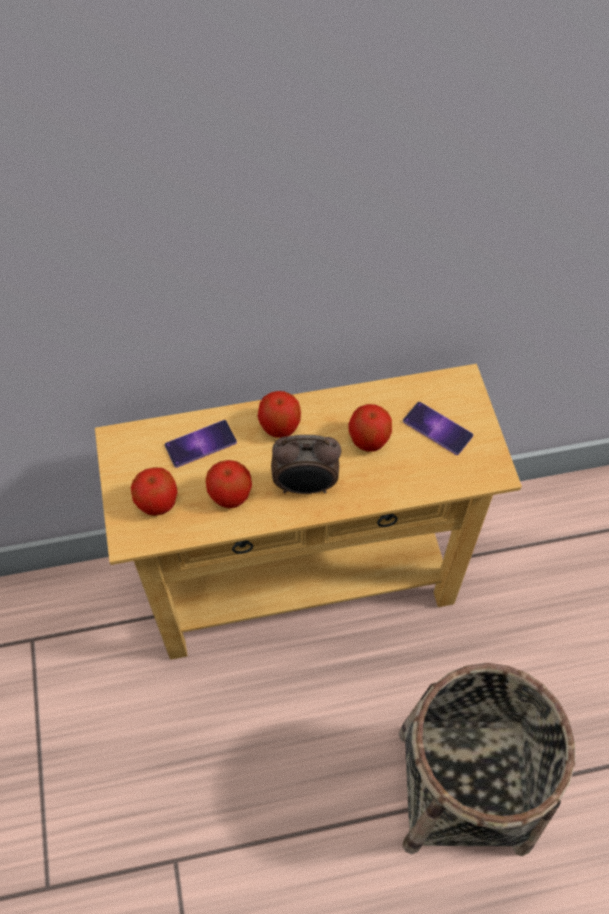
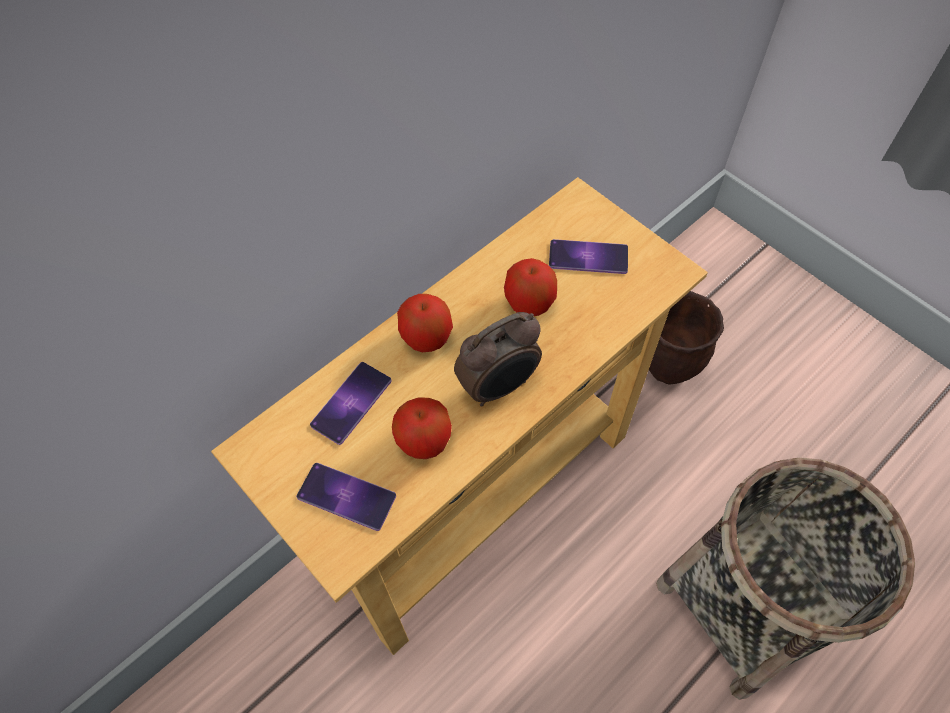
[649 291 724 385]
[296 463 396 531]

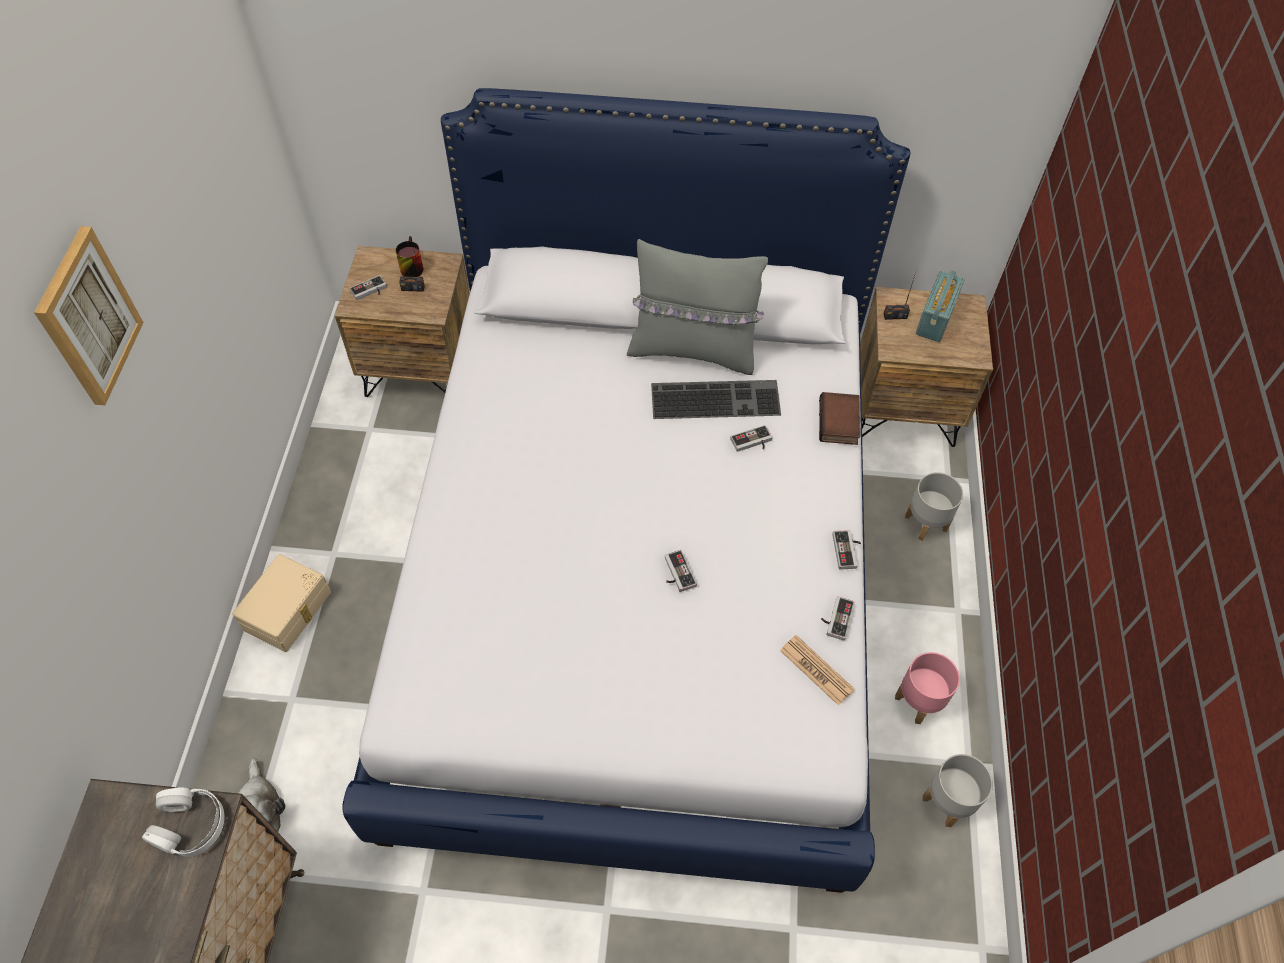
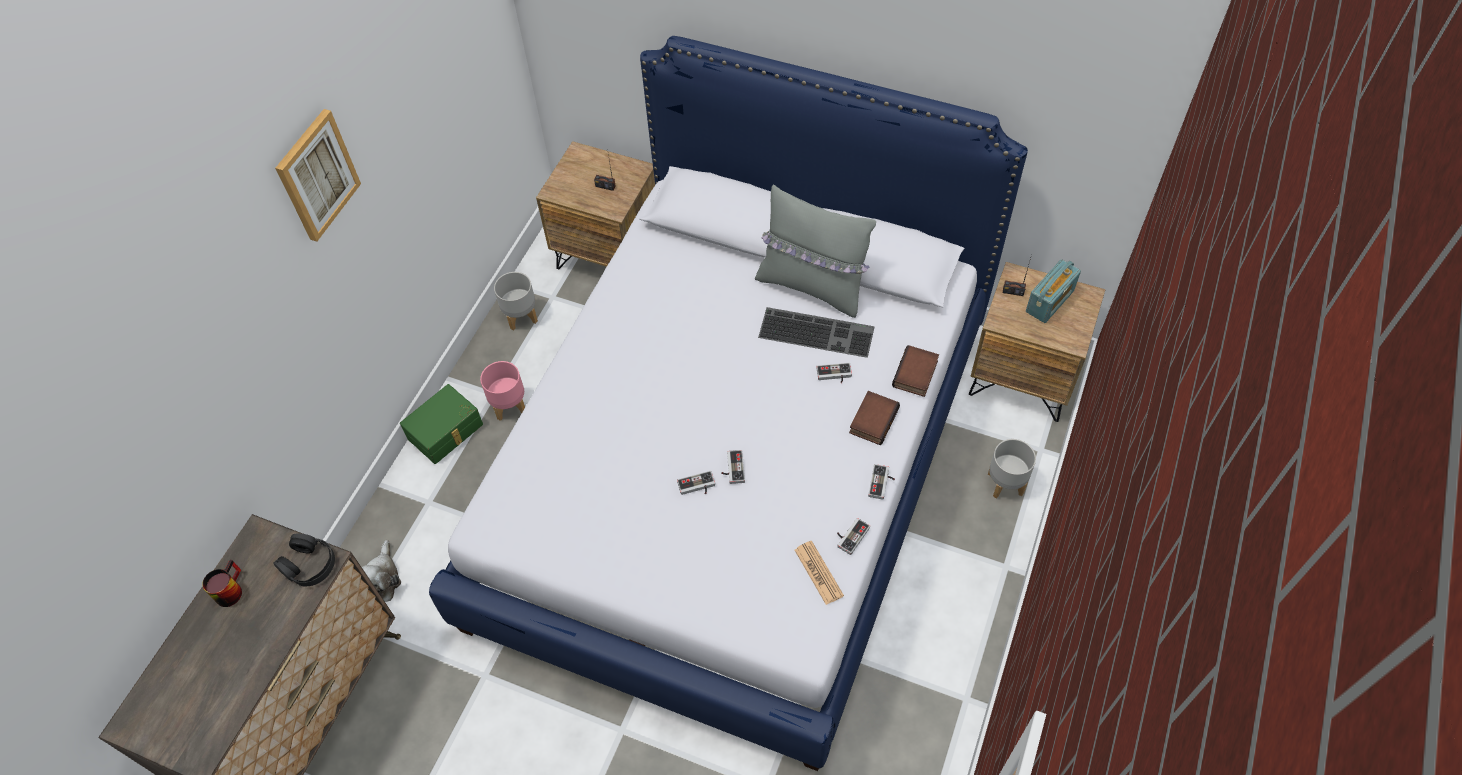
[849 391 900 445]
[677 471 715 495]
[202 560 242 607]
[480 361 525 421]
[494 272 538 330]
[273 534 335 586]
[400 384 483 464]

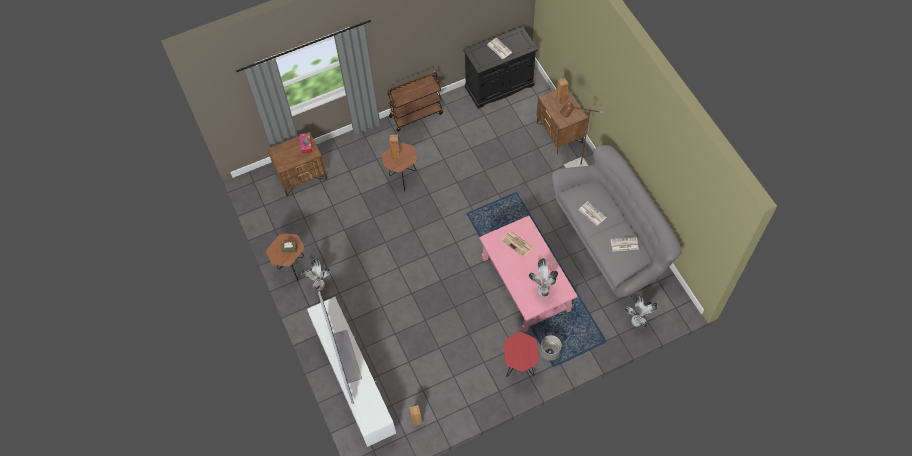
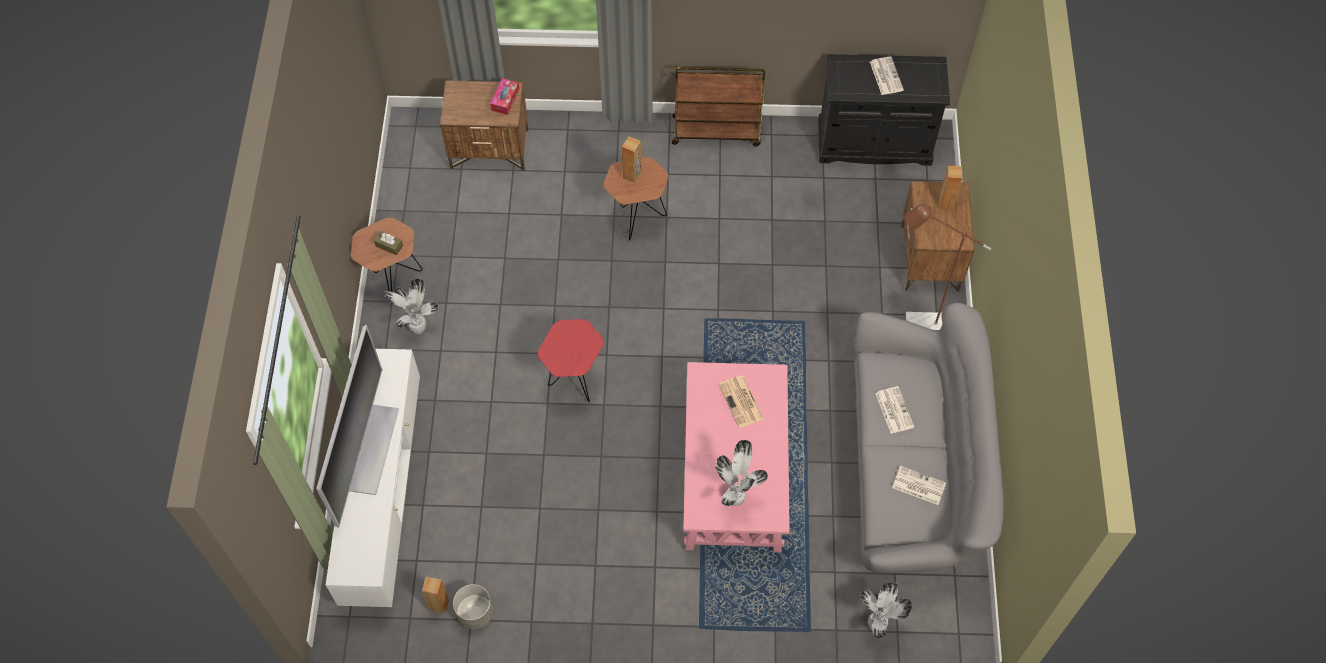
[538 319 603 402]
[453 584 493 629]

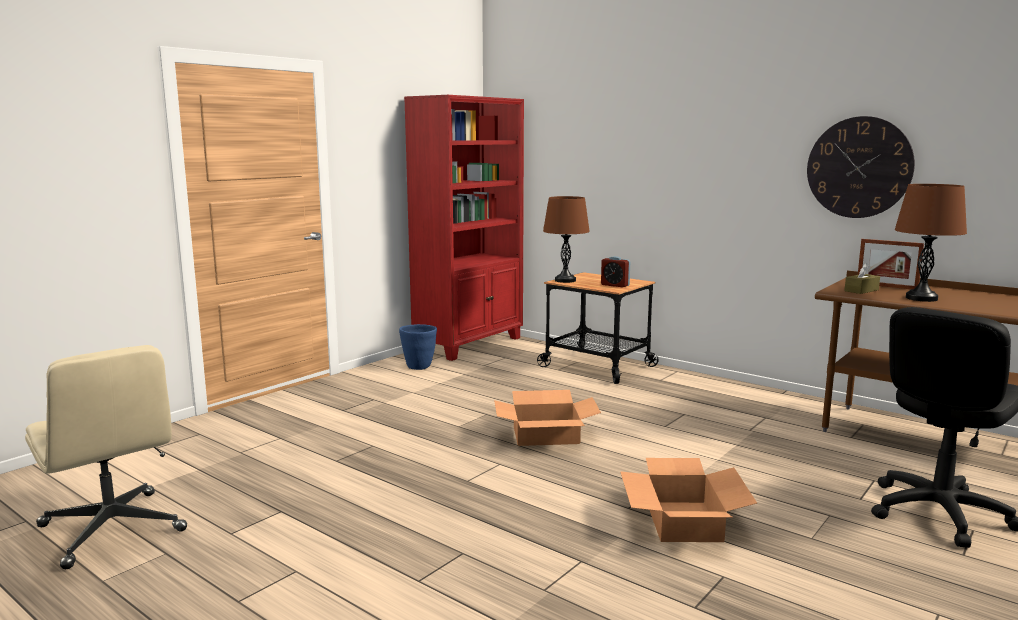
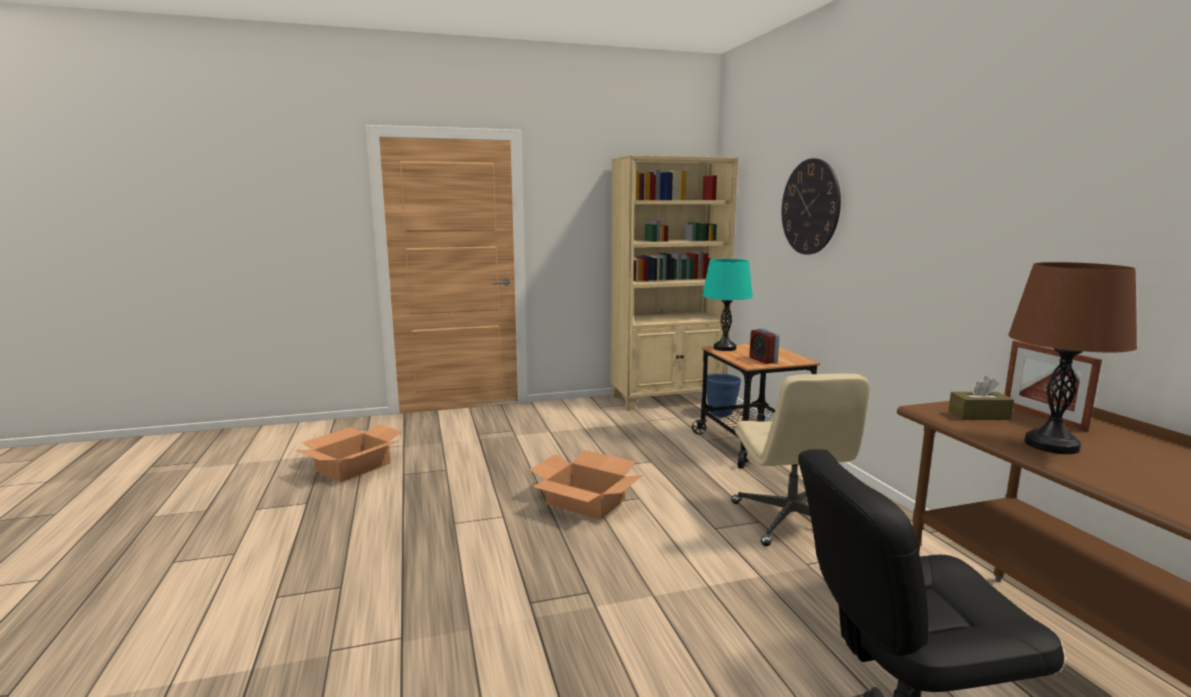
[731 374 870 546]
[706 374 741 417]
[295 424 402 482]
[782 158 841 255]
[610 155 738 411]
[702 259 753 351]

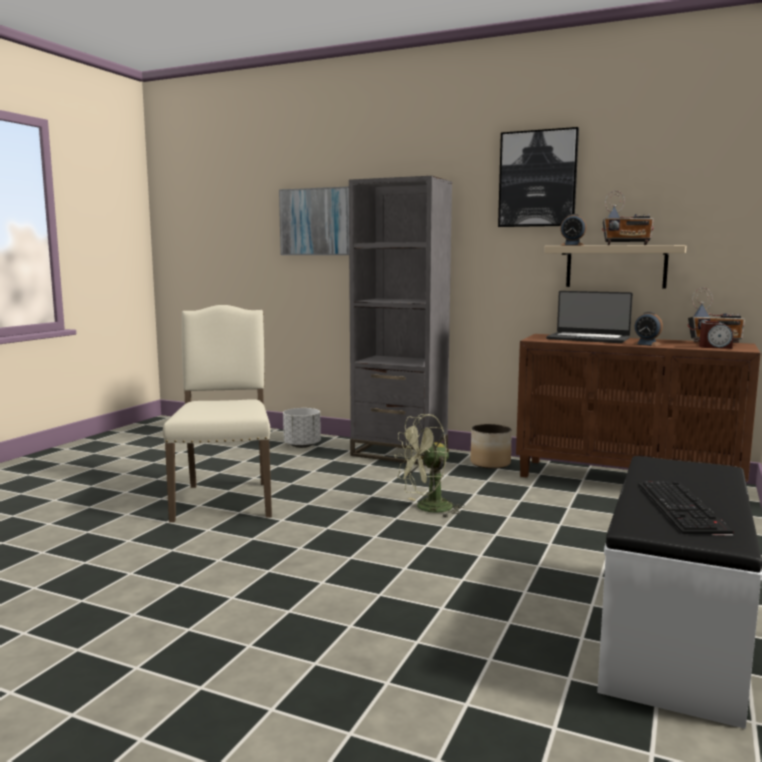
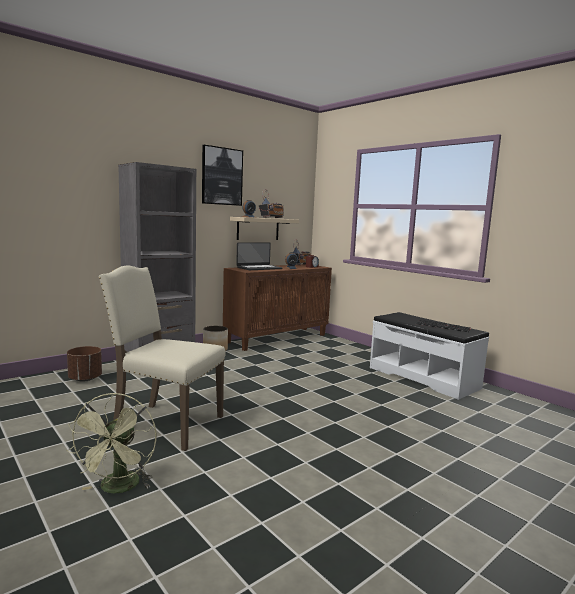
[279 186 349 255] (first image)
[66 393 156 493]
[67 346 102 382]

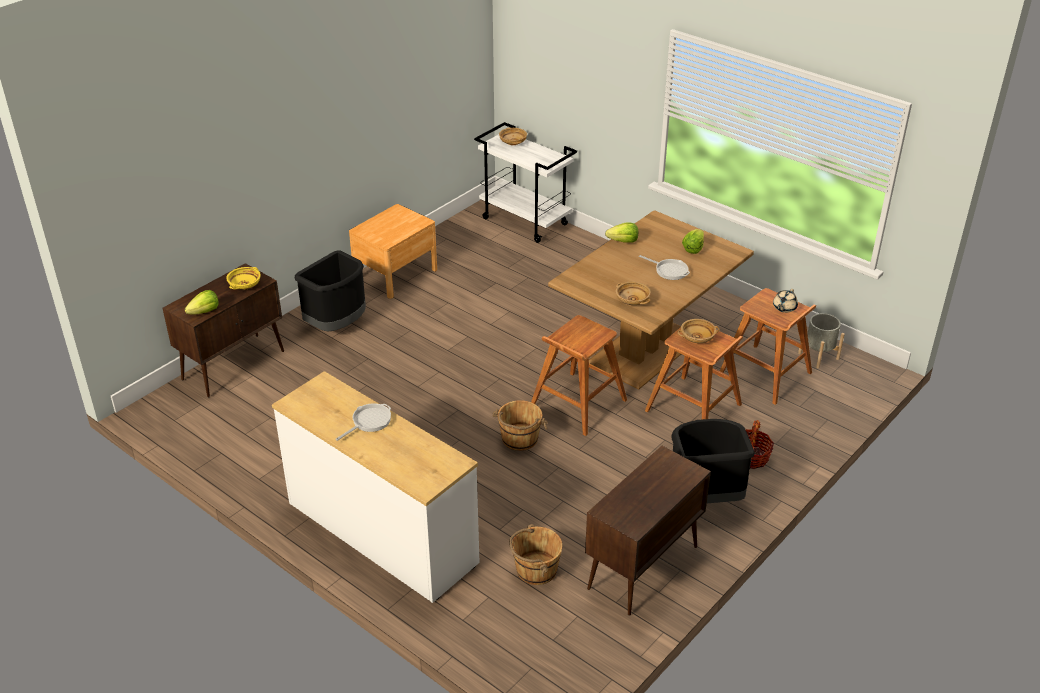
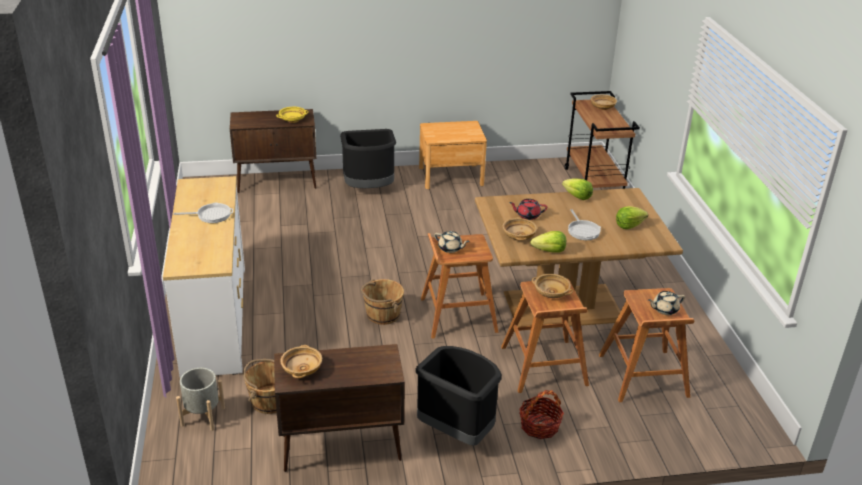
[280 345 322 378]
[434 231 470 253]
[509 199 547 220]
[530 231 566 252]
[176 368 225 431]
[565 91 640 189]

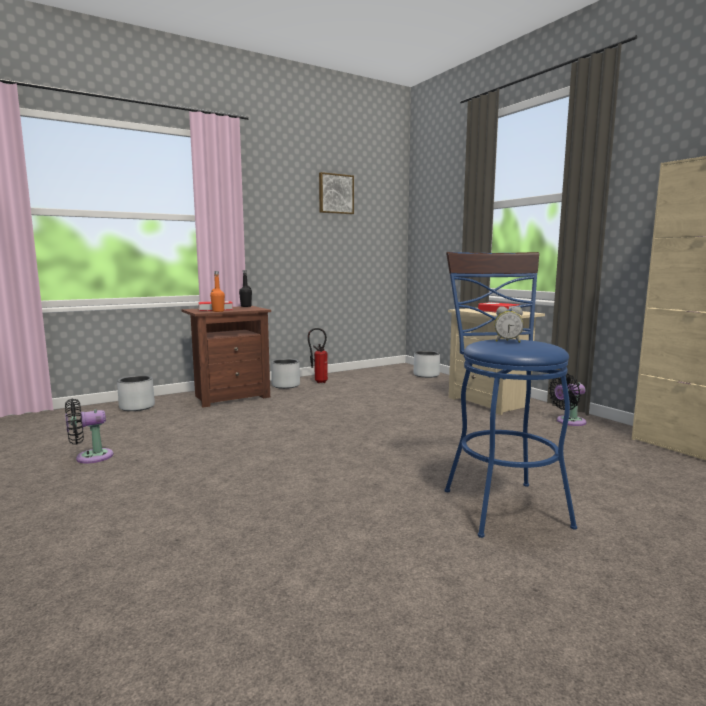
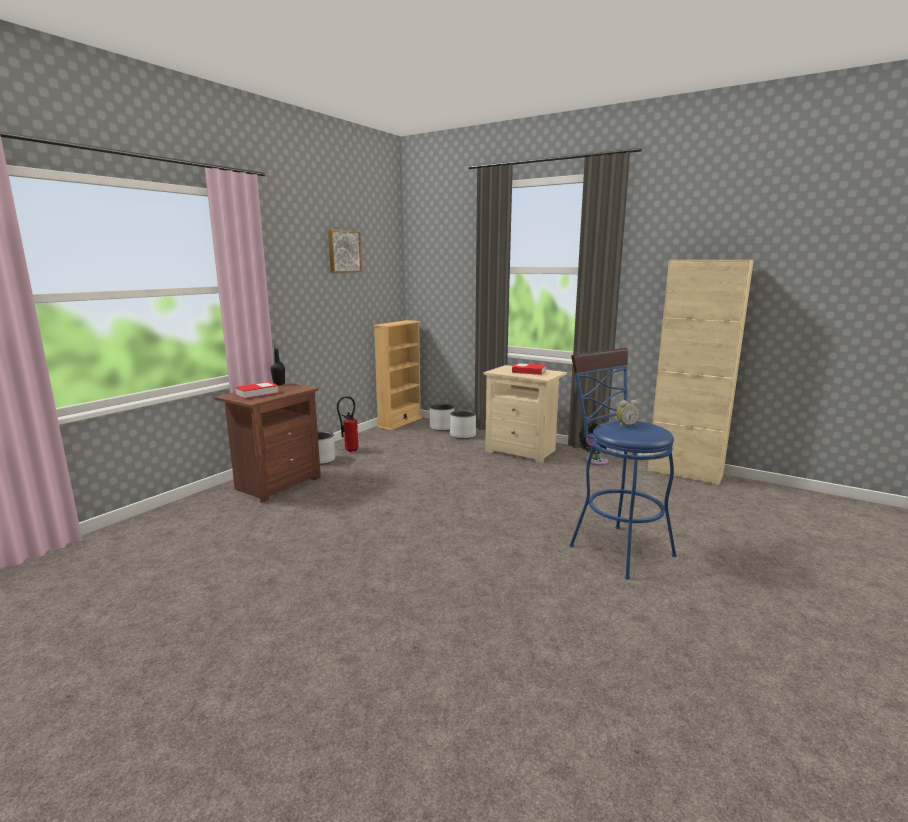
[65 399 113 463] (first image)
[210 271 225 312] (first image)
[373 320 422 430]
[450 410 476 439]

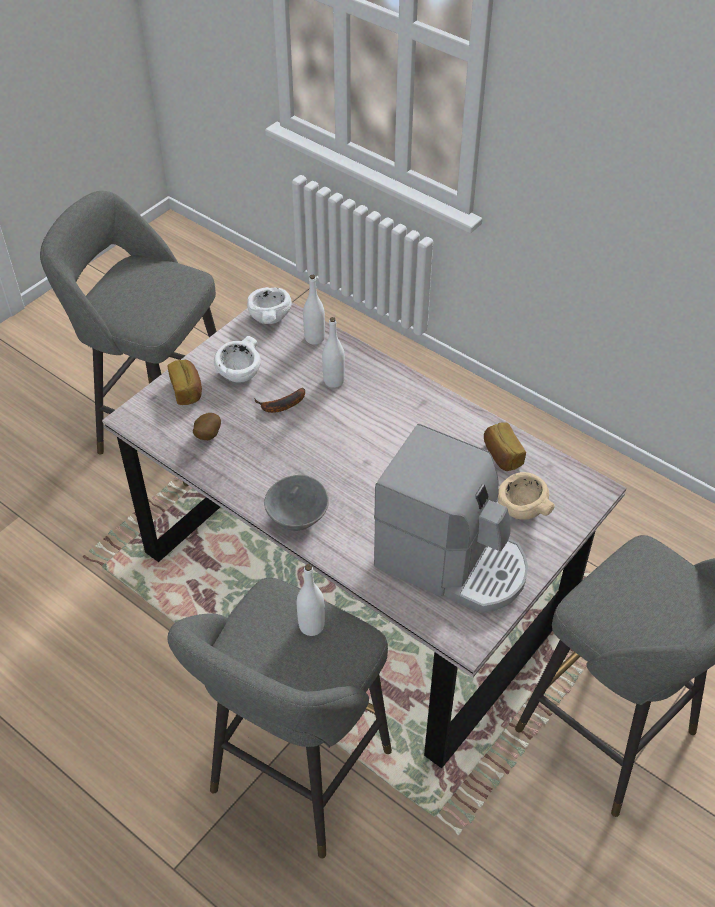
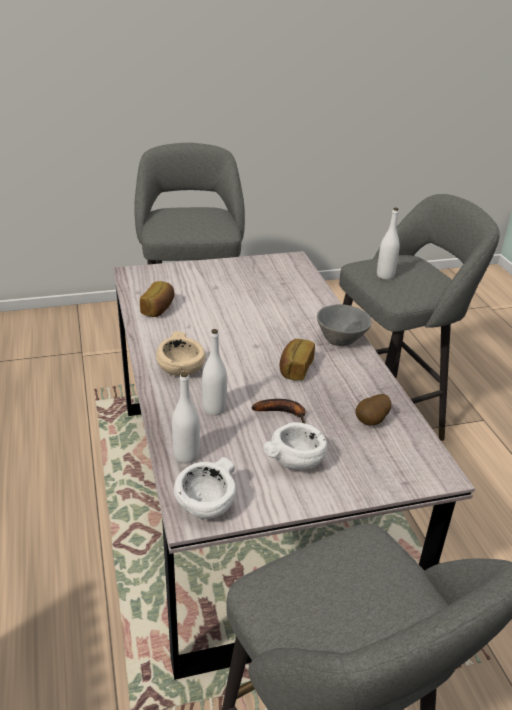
[374 424 528 613] (first image)
[279 339 315 380]
[156 331 205 376]

